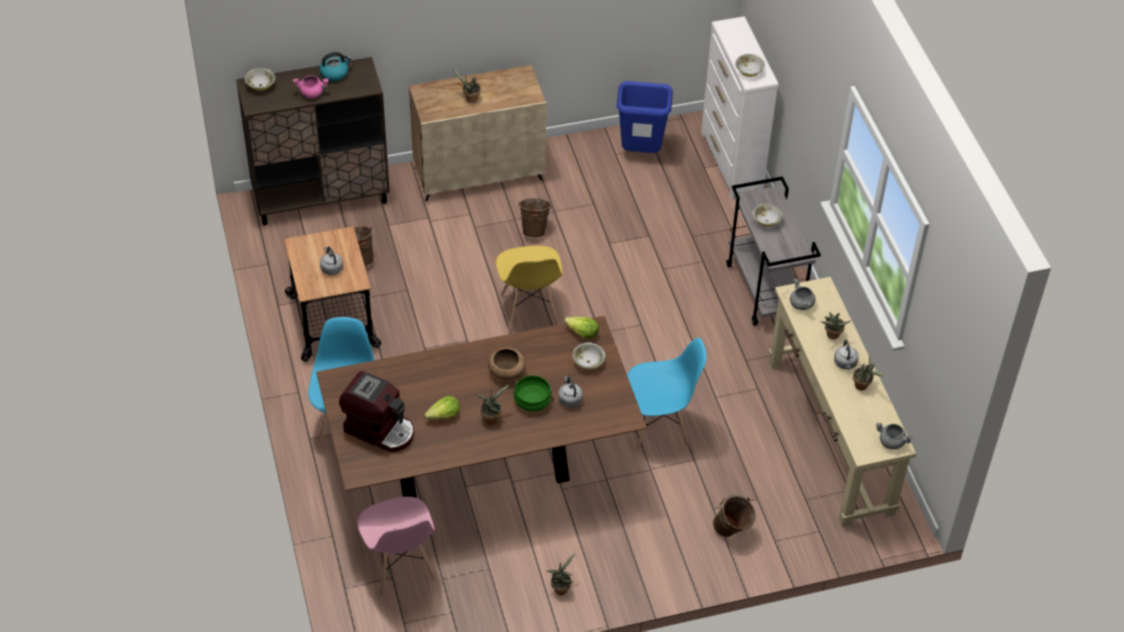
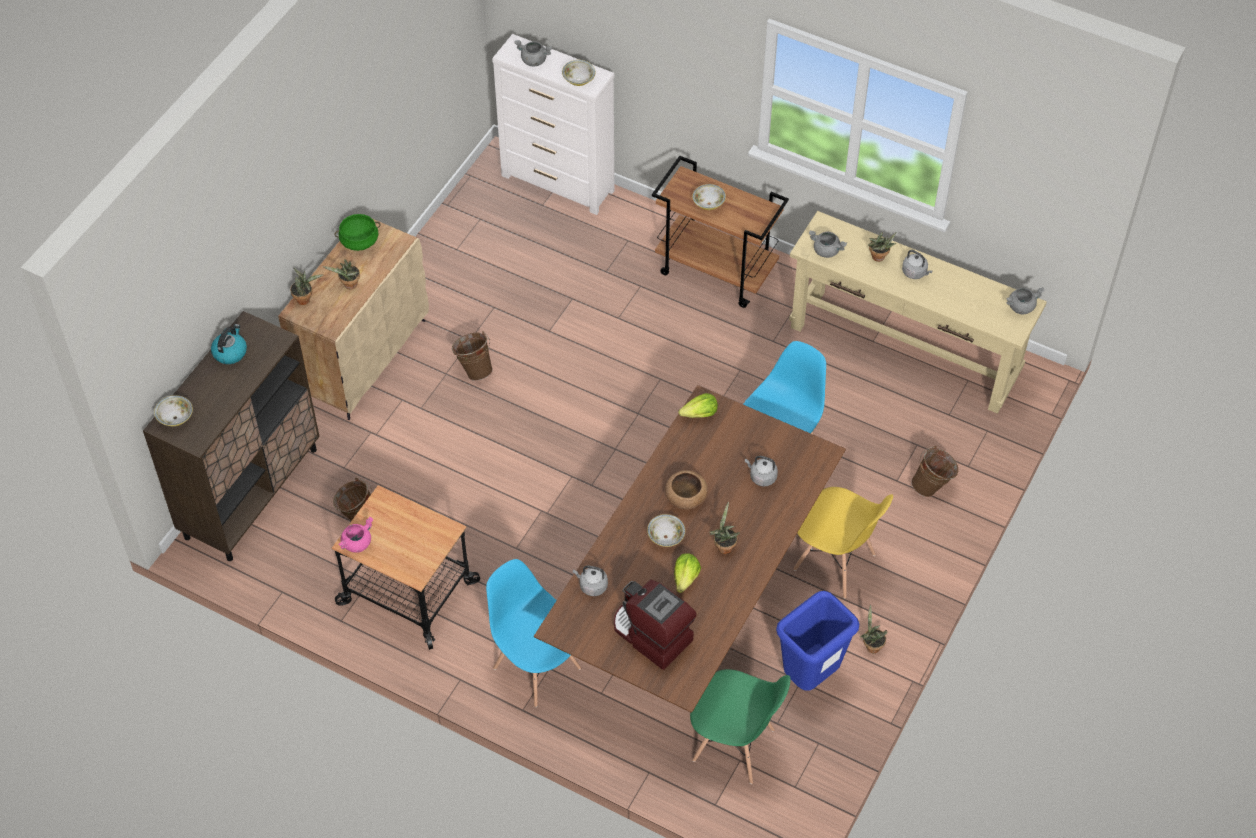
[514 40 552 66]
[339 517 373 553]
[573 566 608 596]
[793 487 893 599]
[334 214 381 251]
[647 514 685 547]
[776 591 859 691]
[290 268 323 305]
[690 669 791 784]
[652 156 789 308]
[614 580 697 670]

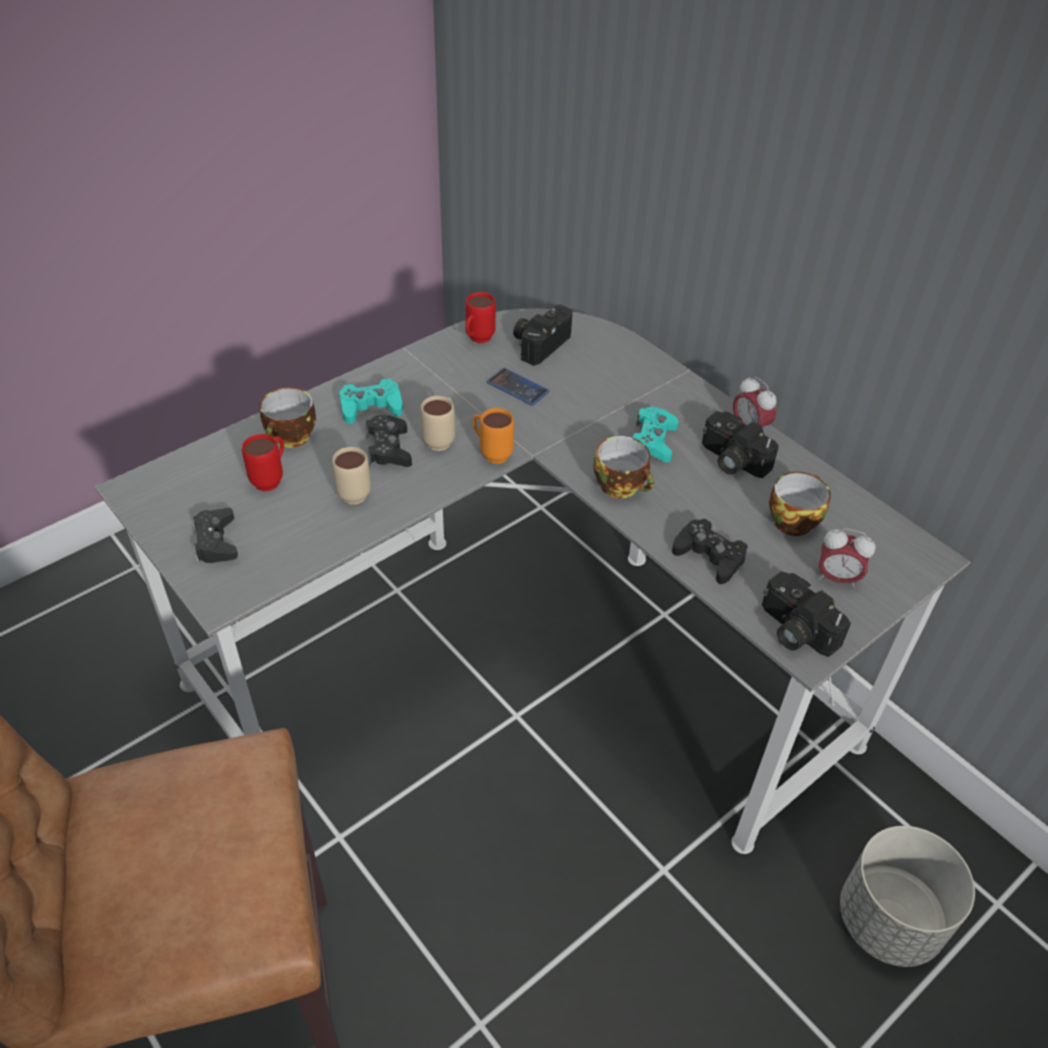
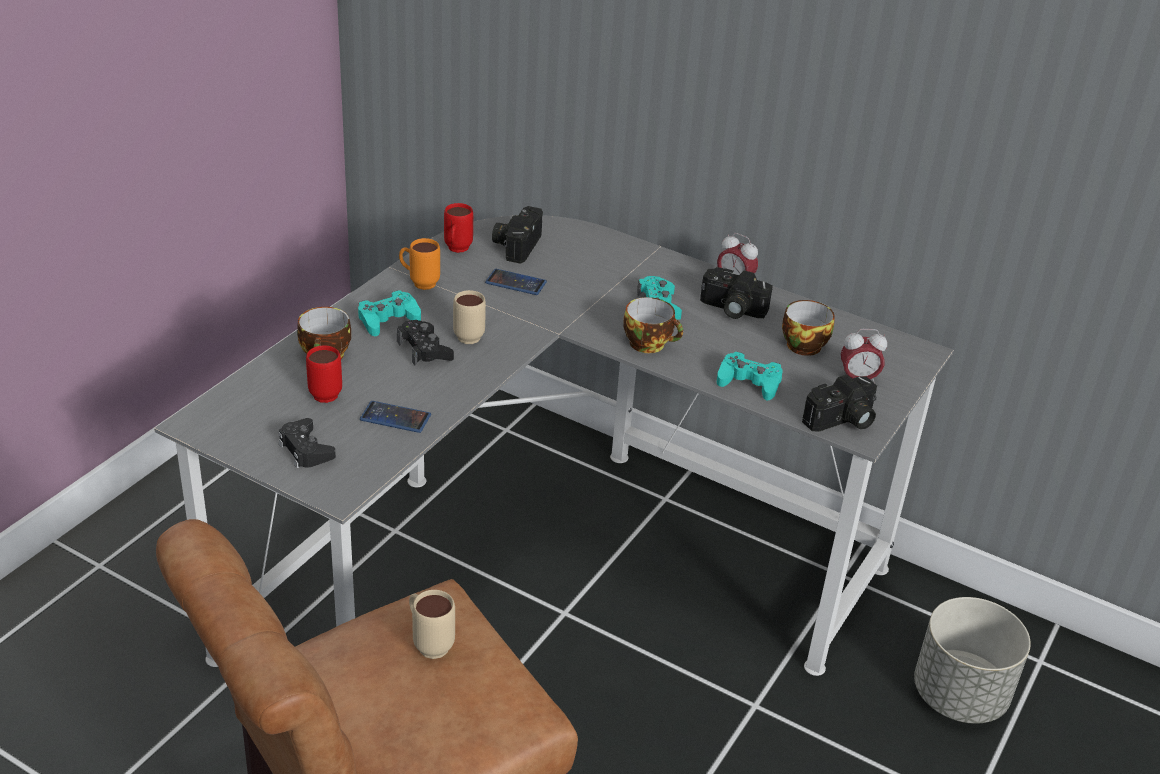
[360 401 431 433]
[409 590 455 659]
[399 238 440 290]
[717 352 783 401]
[802 374 877 432]

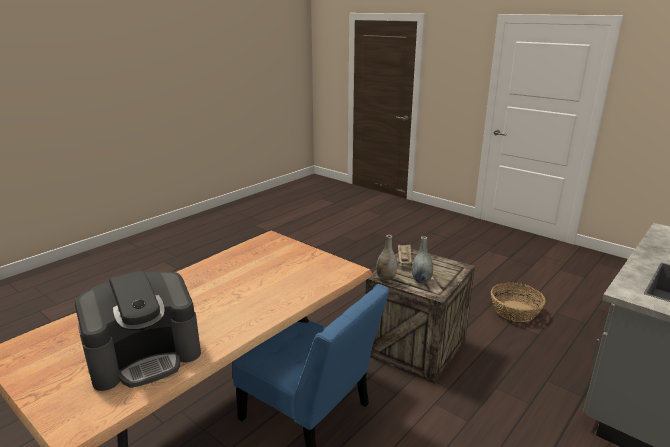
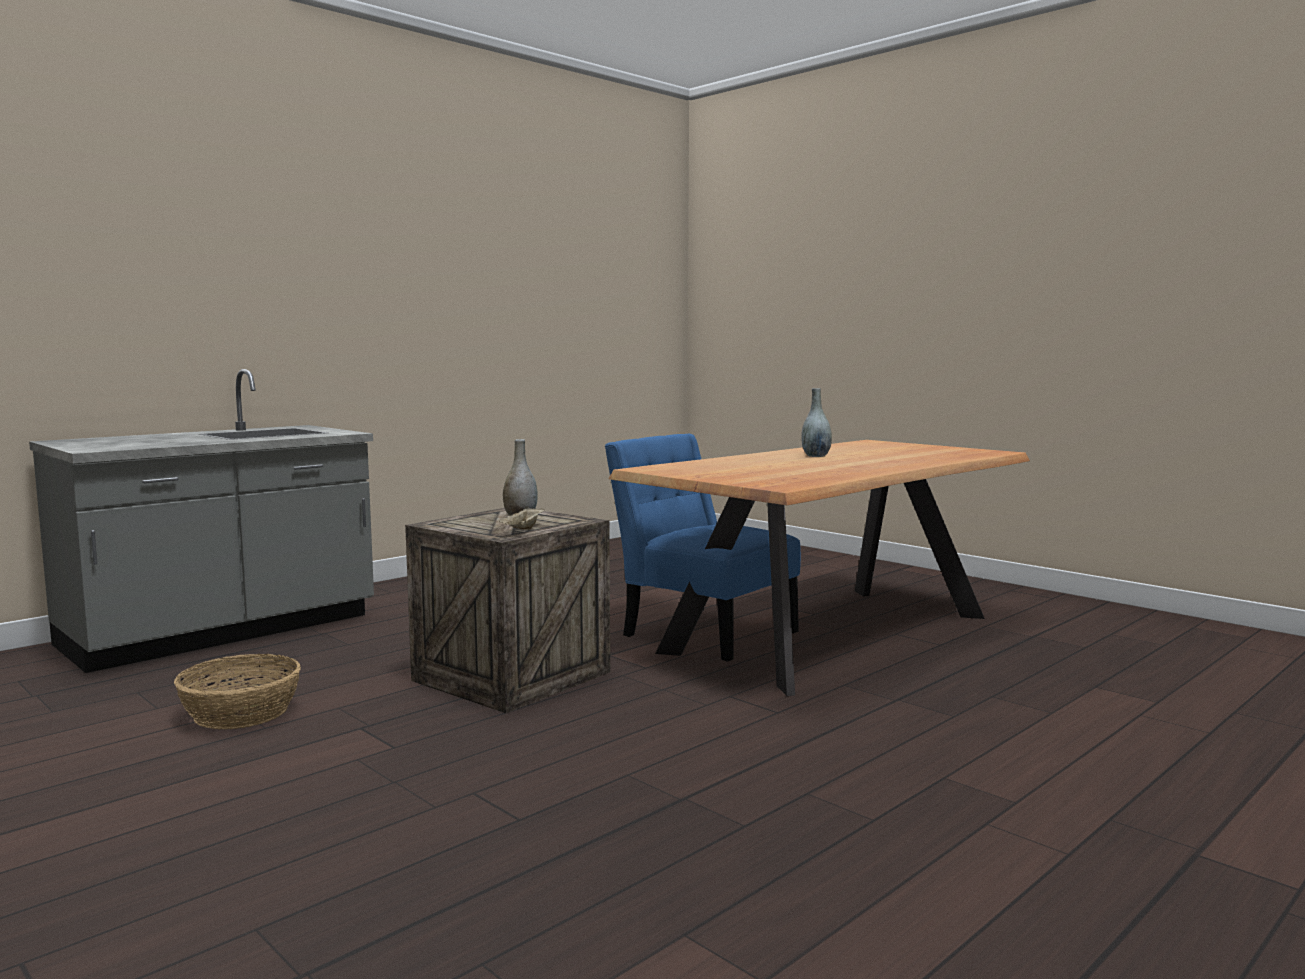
[75 271 201 391] (first image)
[801 388 832 457]

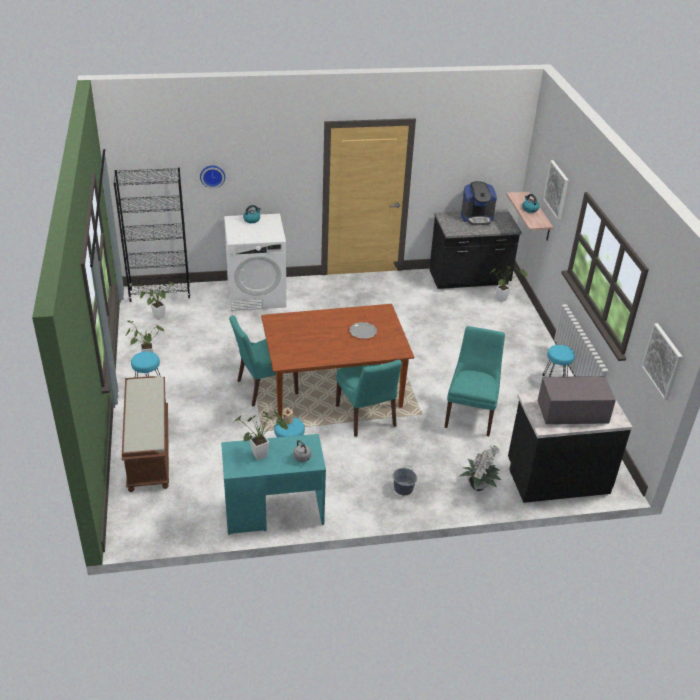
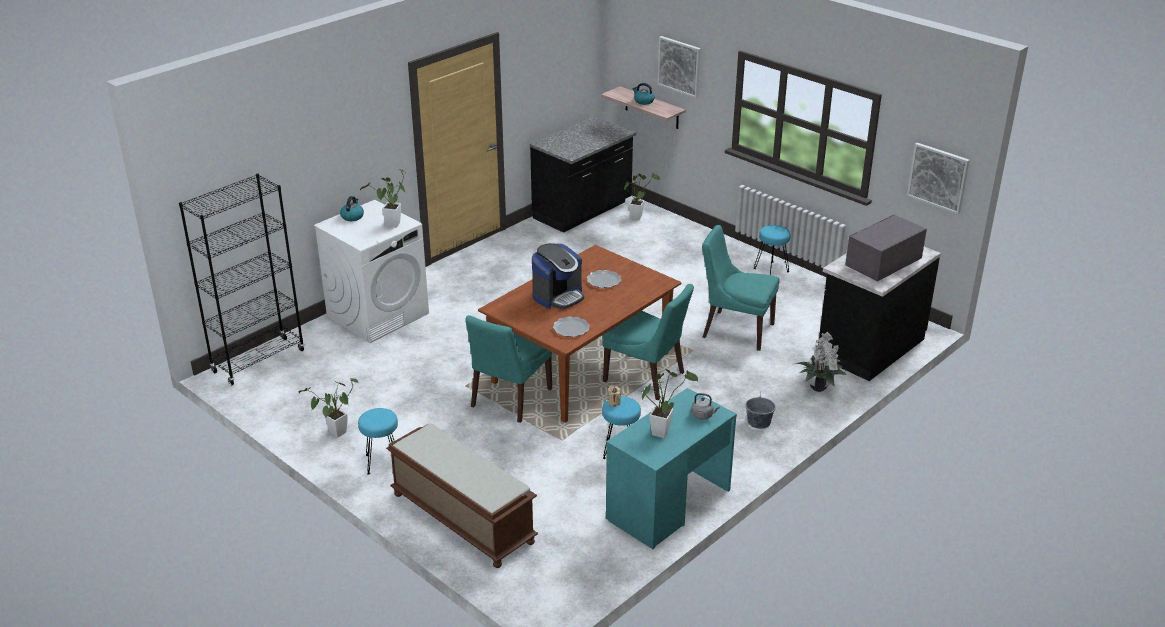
[200 166 225 189] (first image)
[553 316 590 337]
[360 170 406 228]
[532 243 584 309]
[702 225 780 351]

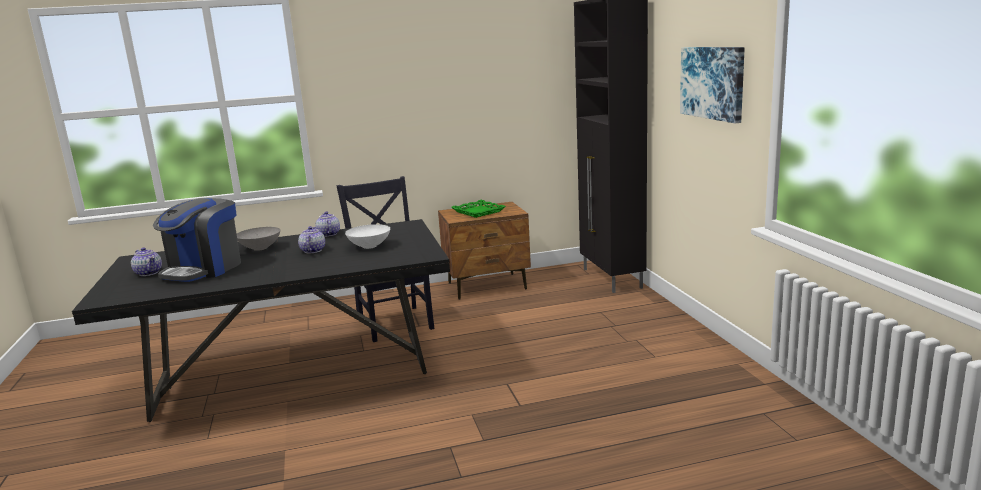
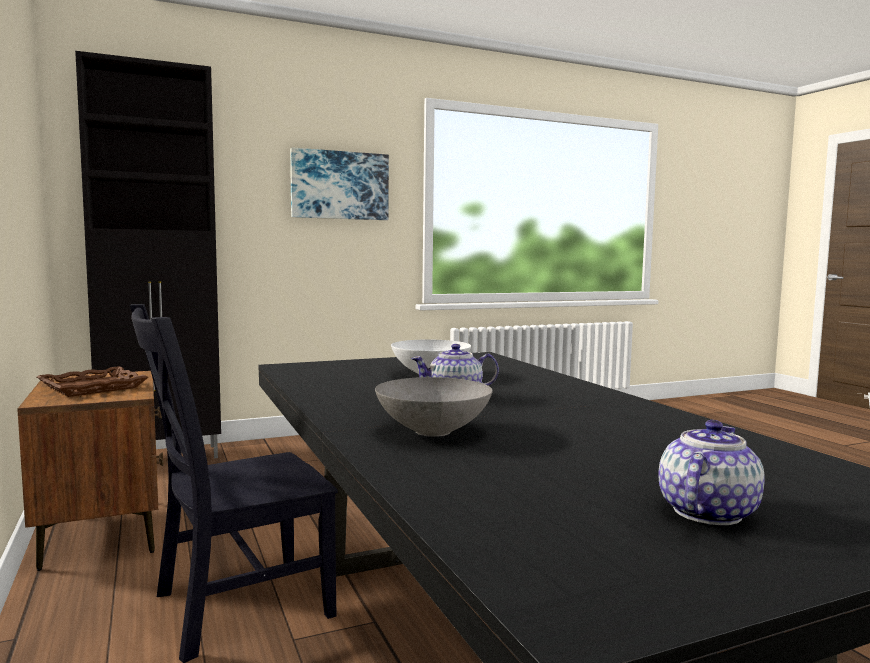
[153 198 241 282] (first image)
[316 212 340 237] (first image)
[37 366 148 397]

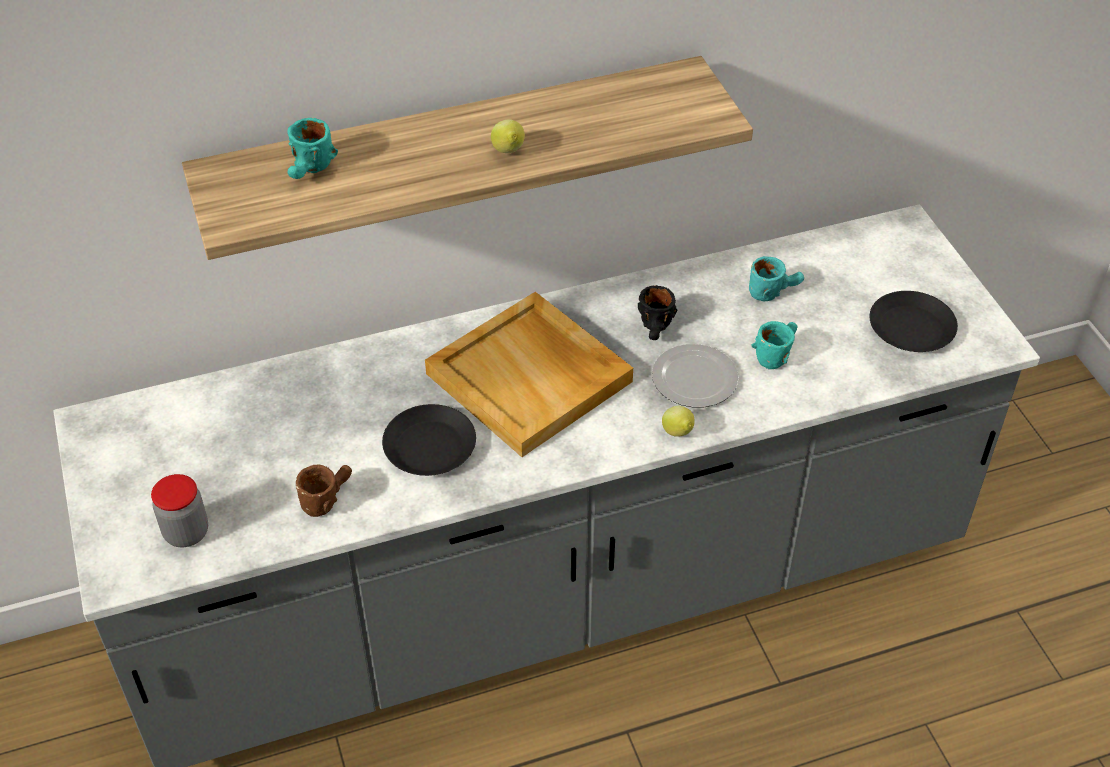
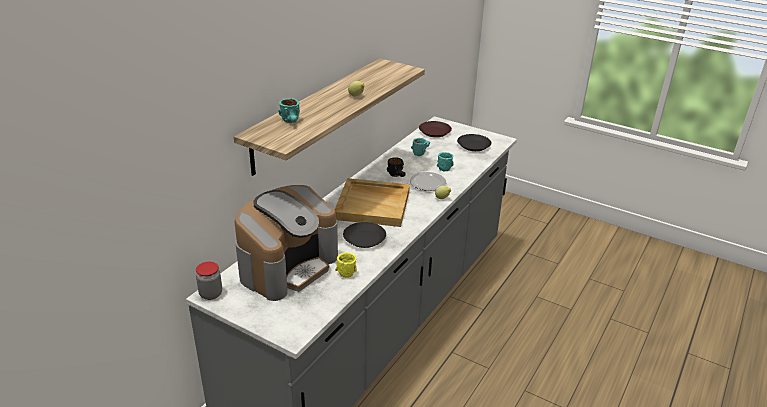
[234 185 338 301]
[419 121 452 137]
[196 262 222 300]
[335 252 357 278]

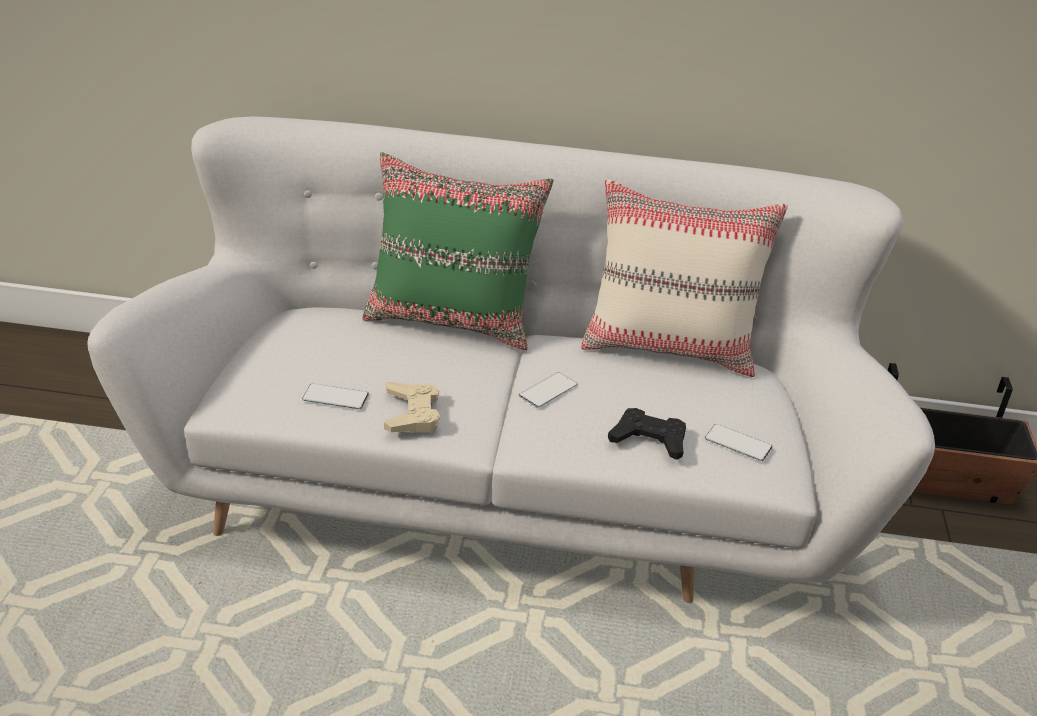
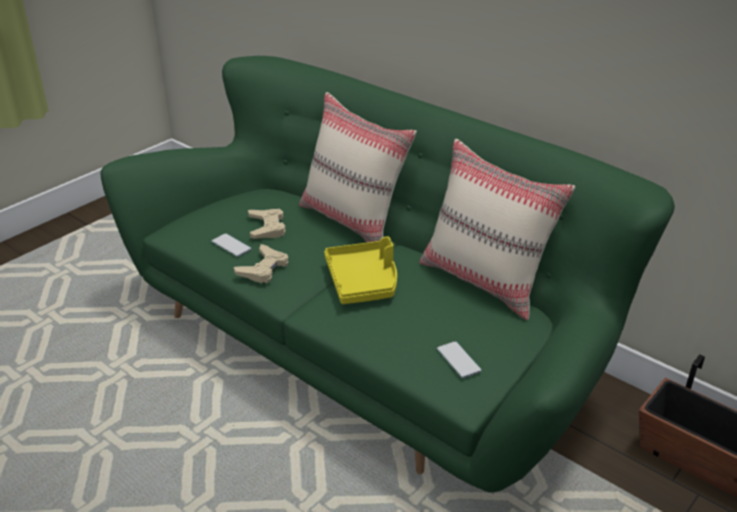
[608 408 686 460] (first image)
[248 209 286 239]
[324 236 397 304]
[101 56 675 493]
[299 92 417 243]

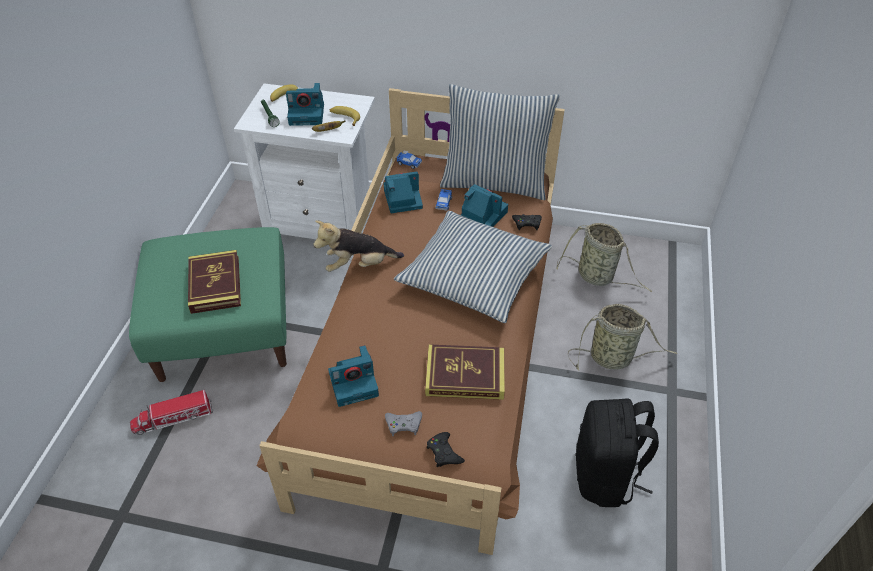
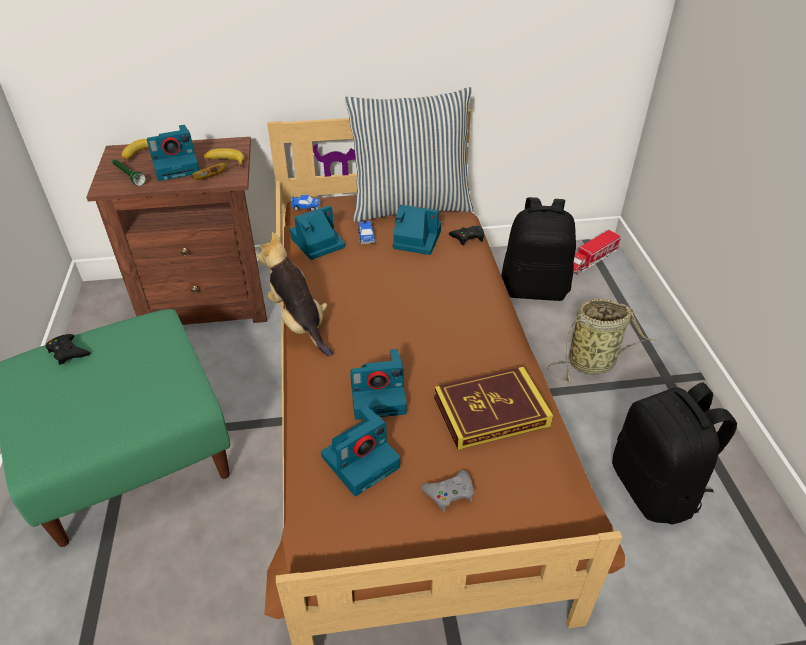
[188 250 241 314] (first image)
[394 211 552 323] (first image)
[350 349 407 420]
[573 230 621 275]
[46 334 90 365]
[501 197 576 301]
[86 137 267 325]
[258 232 333 356]

